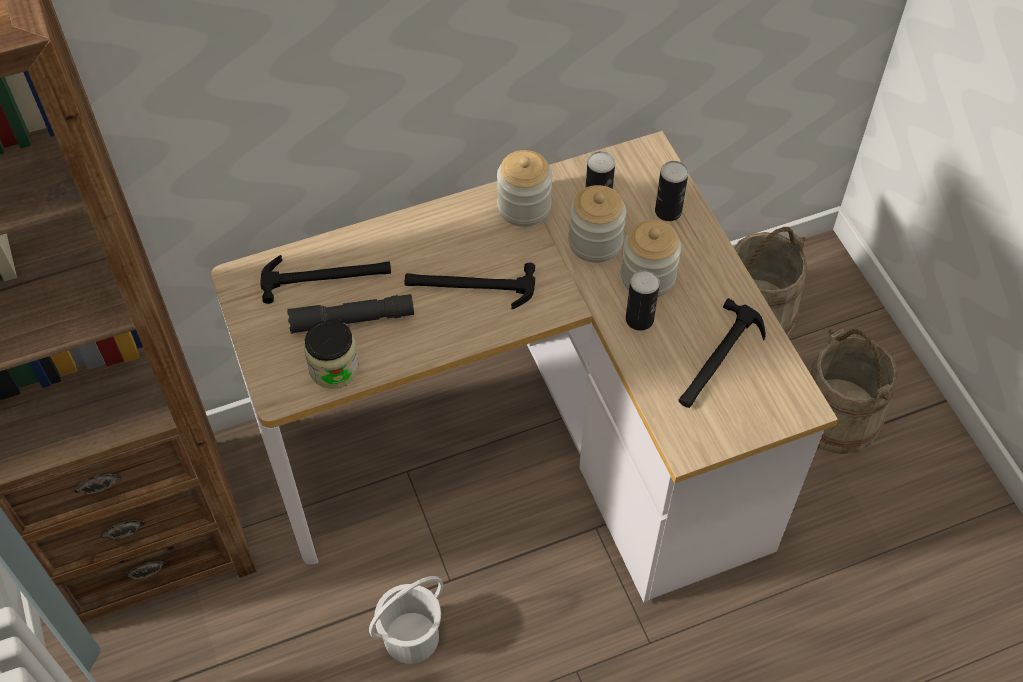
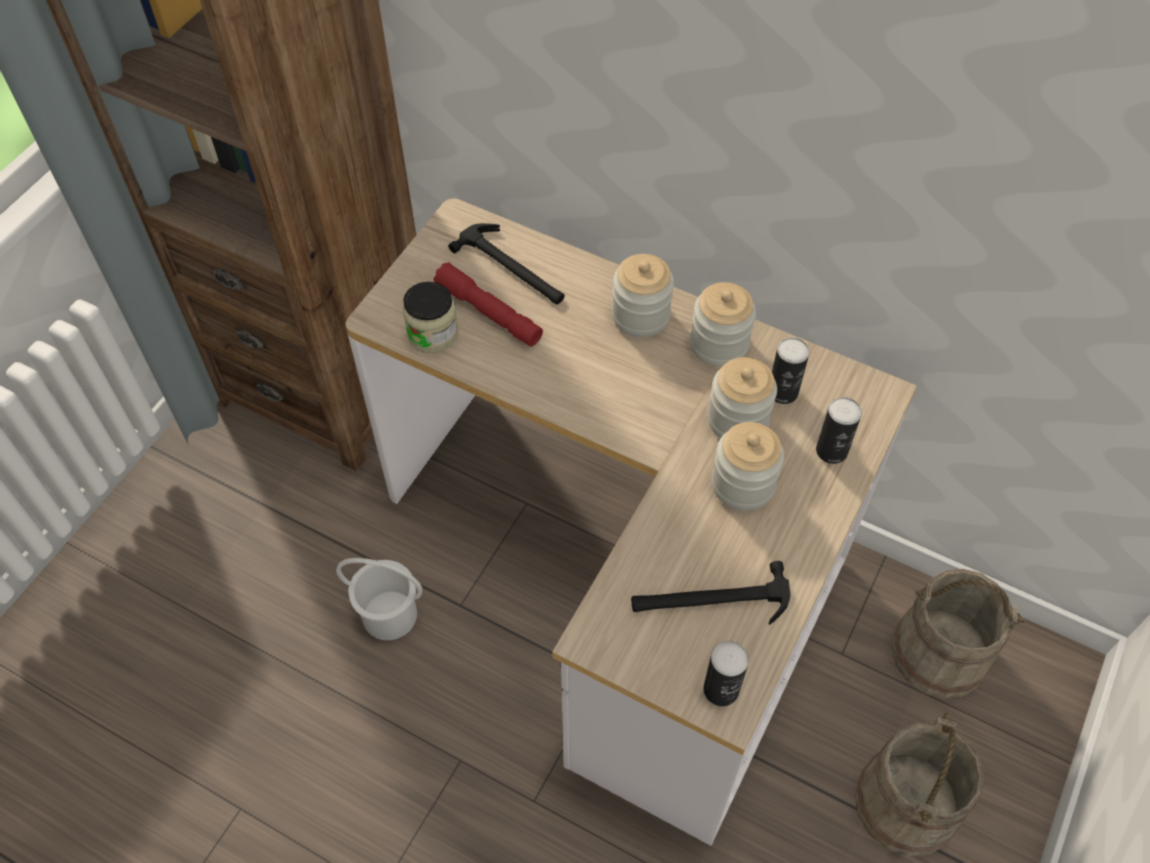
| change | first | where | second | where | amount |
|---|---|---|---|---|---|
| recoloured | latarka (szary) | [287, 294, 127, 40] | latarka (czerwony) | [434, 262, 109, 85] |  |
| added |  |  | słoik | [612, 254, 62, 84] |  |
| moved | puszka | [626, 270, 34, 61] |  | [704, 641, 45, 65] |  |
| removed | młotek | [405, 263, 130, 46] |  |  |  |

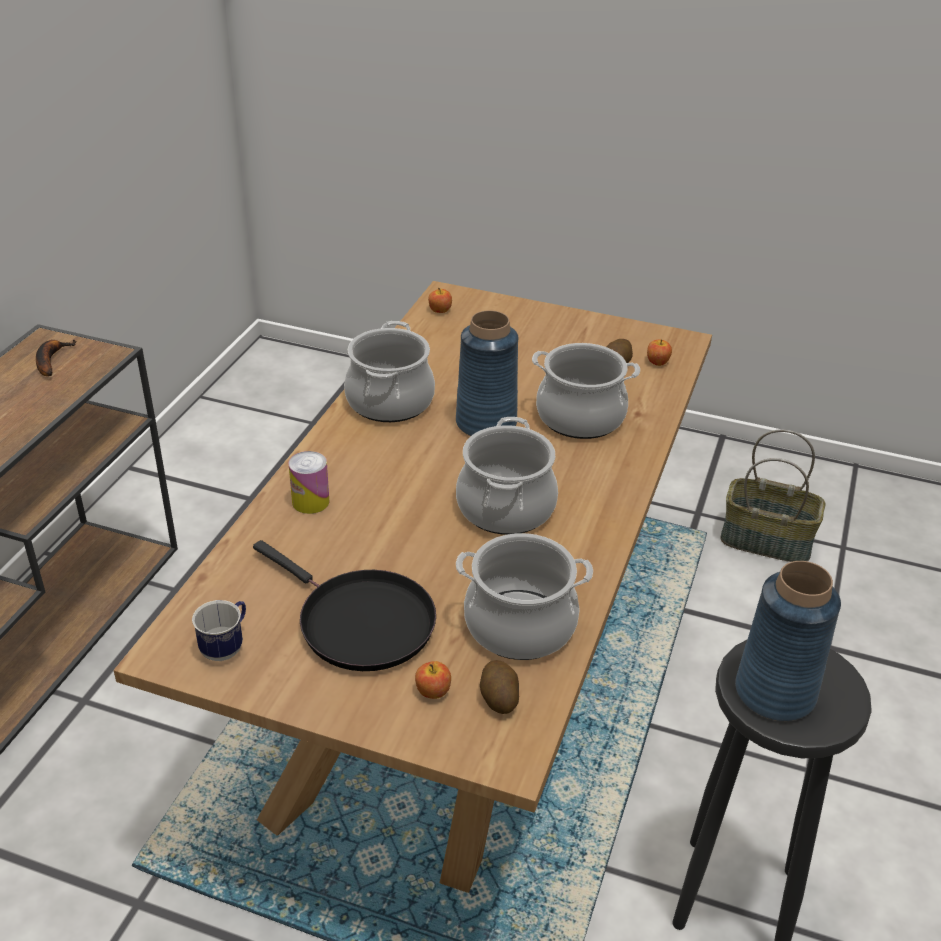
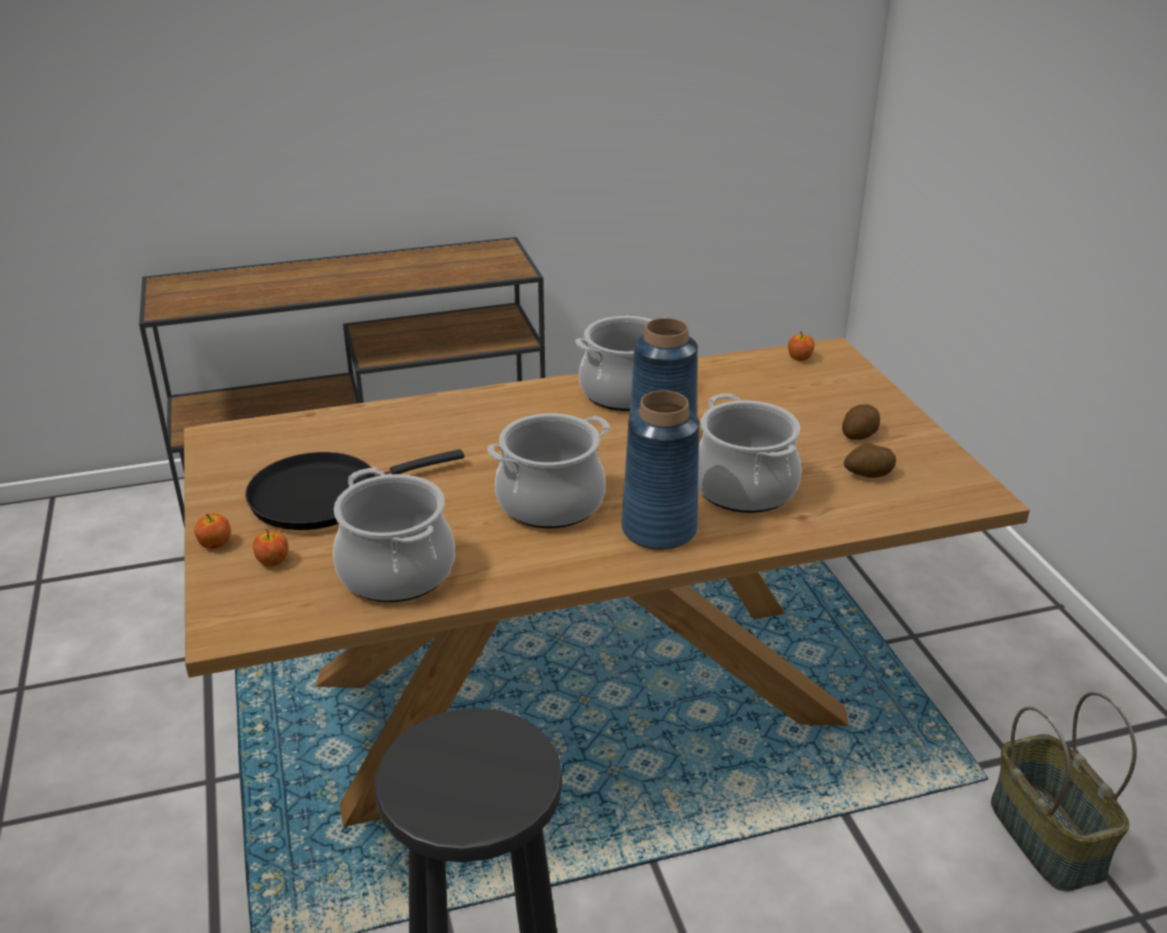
| change | first | where | second | where | amount |
|---|---|---|---|---|---|
| moved | jabłko | [647, 339, 25, 27] |  | [194, 513, 37, 36] |  |
| turned | patelnia (czarny) | [253, 540, 183, 131] |  | [245, 449, 219, 81] | 60 degrees clockwise |
| moved | wazon (niebieski) | [735, 561, 106, 160] |  | [621, 390, 79, 160] |  |
| moved | ziemniak | [480, 660, 39, 54] |  | [842, 404, 38, 36] |  |
| removed | banan | [36, 340, 40, 36] |  |  |  |
| removed | kubek | [192, 600, 54, 61] |  |  |  |
| removed | puszka | [288, 451, 41, 63] |  |  |  |

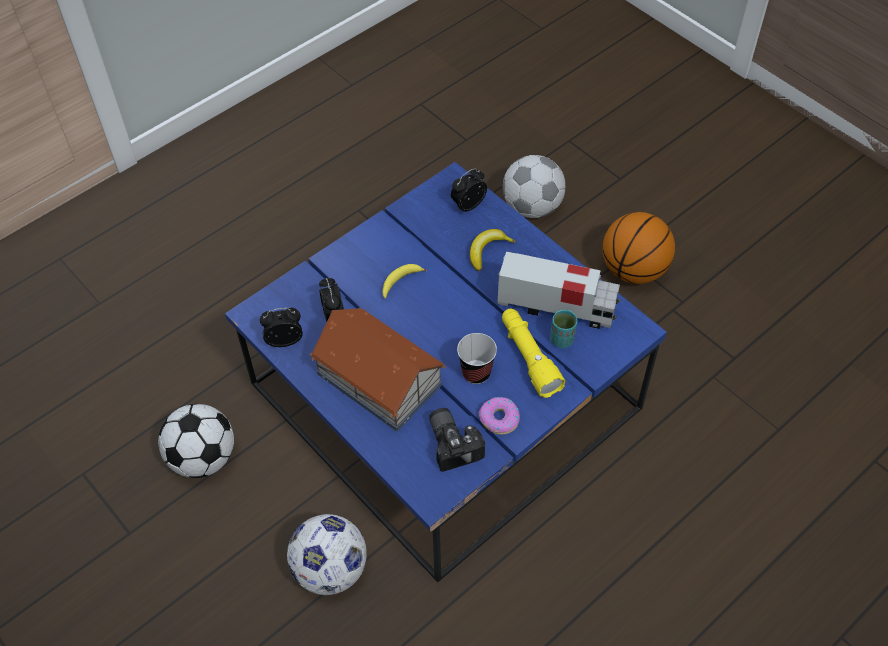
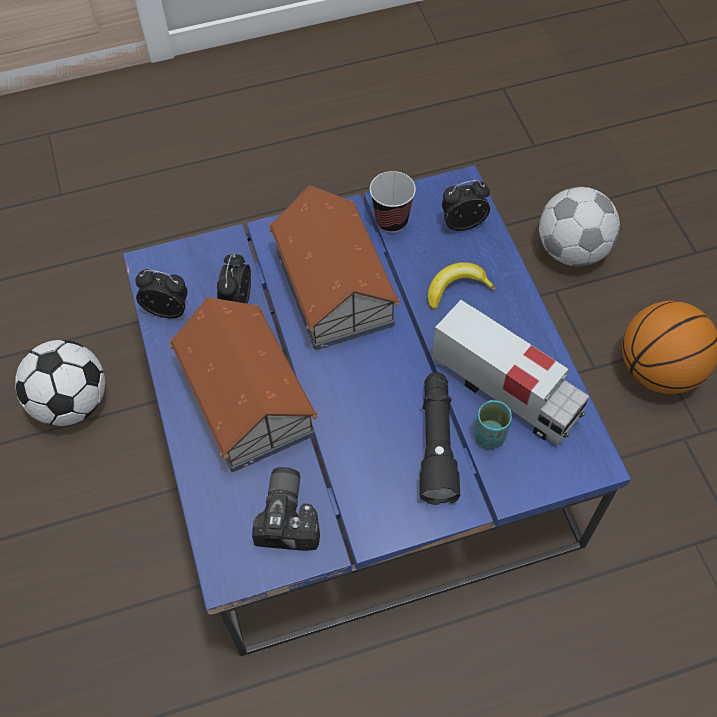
| change | first | where | second | where | amount |
|---|---|---|---|---|---|
| replaced | banan | [382, 264, 45, 34] | domek | [269, 185, 131, 165] |  |
| moved | filiżanka | [457, 333, 40, 51] |  | [370, 171, 46, 62] |  |
| recoloured | latarka (żółty) | [502, 309, 63, 89] | latarka (czarny) | [420, 372, 40, 133] |  |
| removed | piłka futbolowa | [287, 514, 80, 81] |  |  |  |
| removed | donut | [479, 397, 41, 38] |  |  |  |

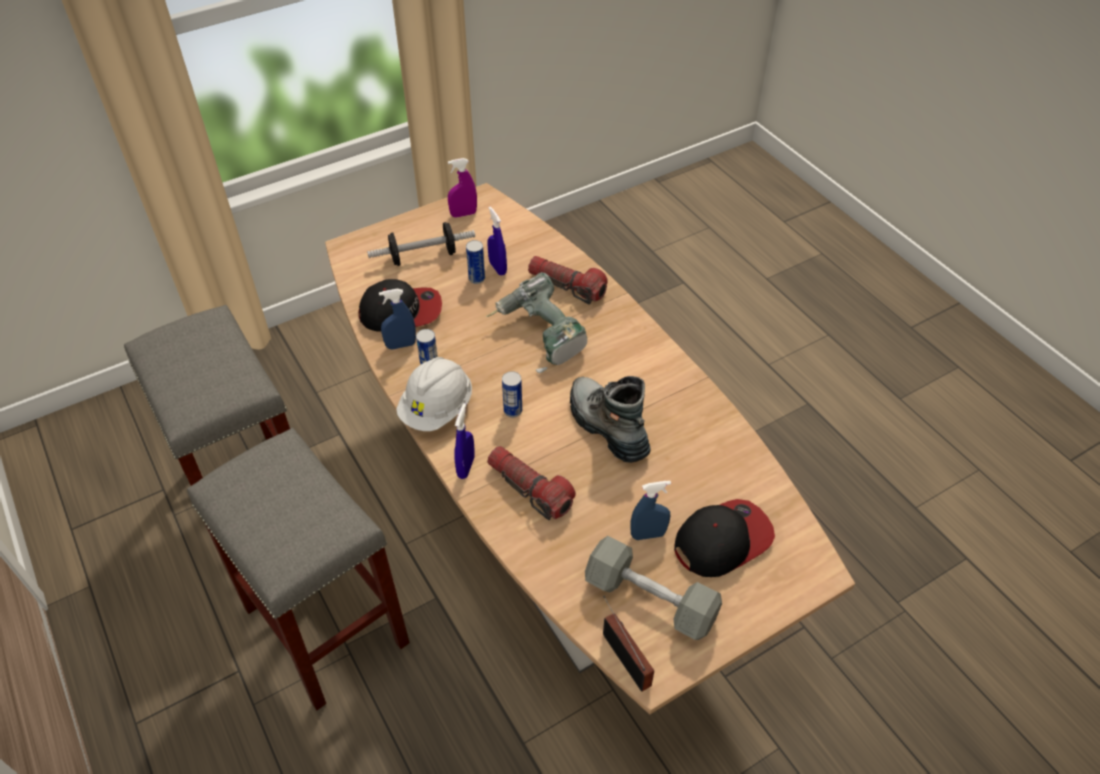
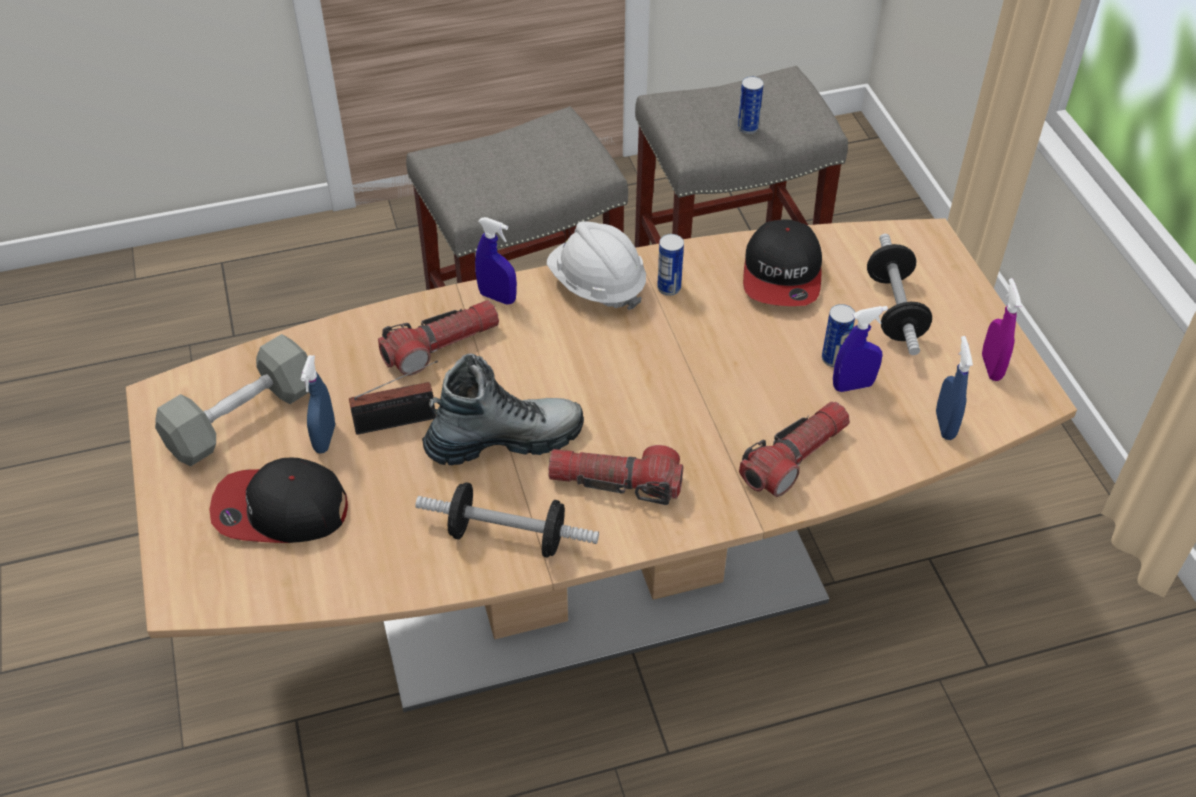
| change | first | where | second | where | amount |
|---|---|---|---|---|---|
| turned | czapka z daszkiem | [674, 499, 101, 78] |  | [209, 457, 139, 86] | 105 degrees clockwise |
| moved | radio | [603, 596, 51, 96] |  | [349, 361, 89, 74] |  |
| added |  |  | hantel | [415, 482, 184, 76] |  |
| added |  |  | latarka | [548, 445, 135, 60] |  |
| moved | puszka | [502, 371, 20, 46] |  | [738, 76, 26, 58] |  |
| moved | spryskiwacz (niebieski) | [379, 289, 37, 61] |  | [936, 336, 37, 104] |  |
| removed | wiertarka | [485, 272, 102, 101] |  |  |  |

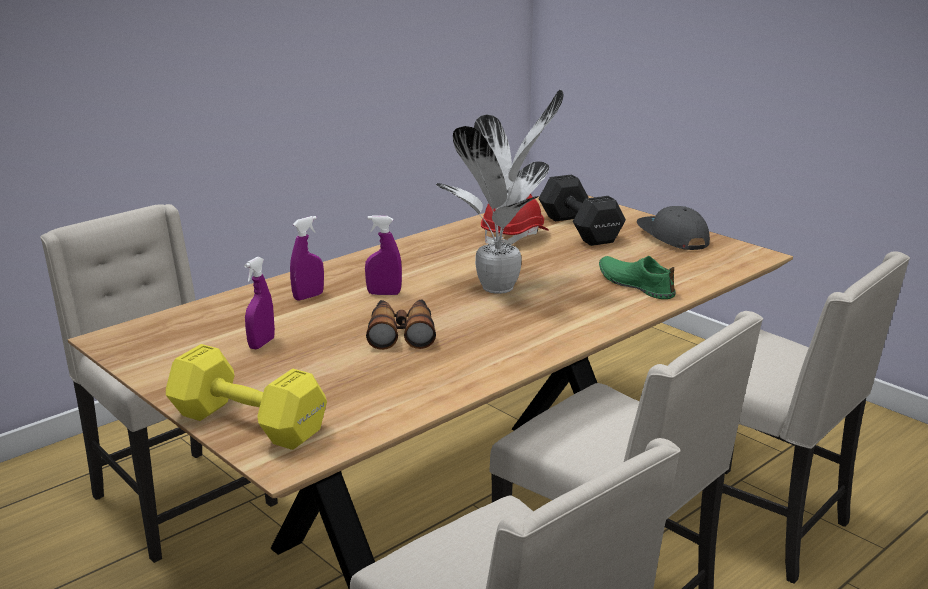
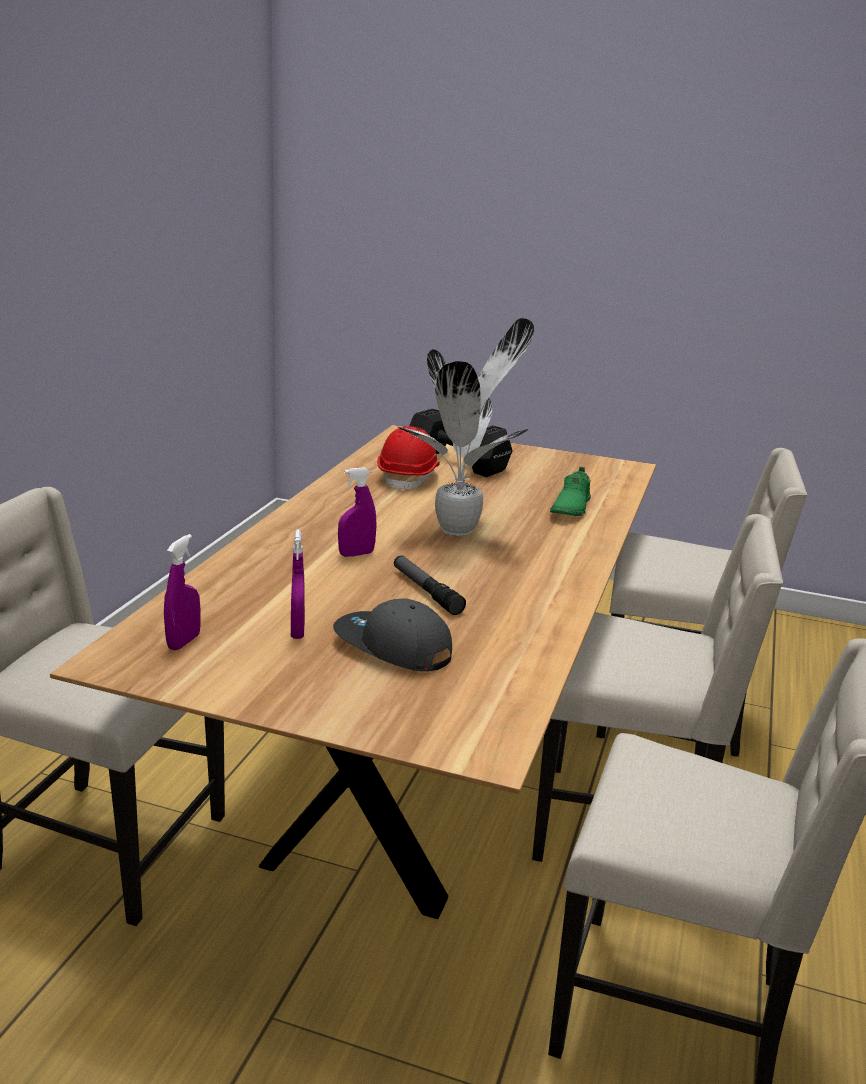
| change | first | where | second | where | amount |
|---|---|---|---|---|---|
| moved | spryskiwacz (fioletowy) | [290, 216, 34, 85] |  | [164, 534, 37, 116] |  |
| moved | czapka z daszkiem (szary) | [637, 206, 73, 44] |  | [333, 599, 119, 73] |  |
| replaced | lornetka | [366, 300, 70, 50] | latarka | [394, 555, 72, 60] |  |
| turned | but (zielony) | [599, 256, 77, 43] |  | [550, 467, 41, 49] | 90 degrees counterclockwise |
| removed | hantel (żółty) | [166, 344, 161, 106] |  |  |  |

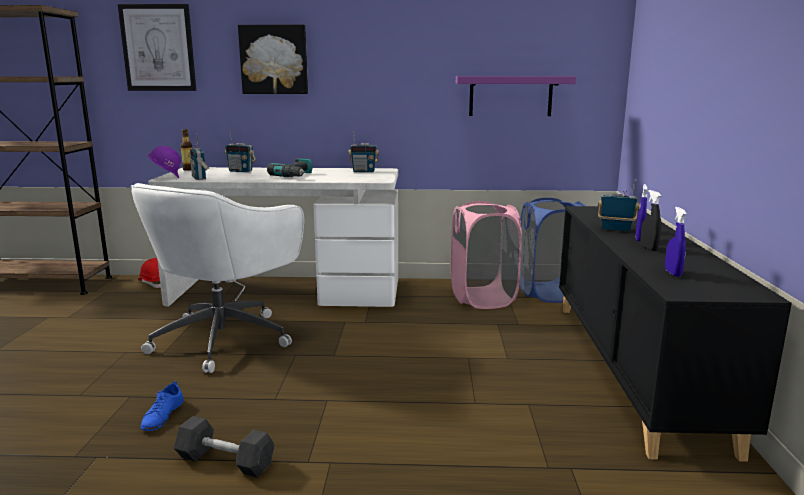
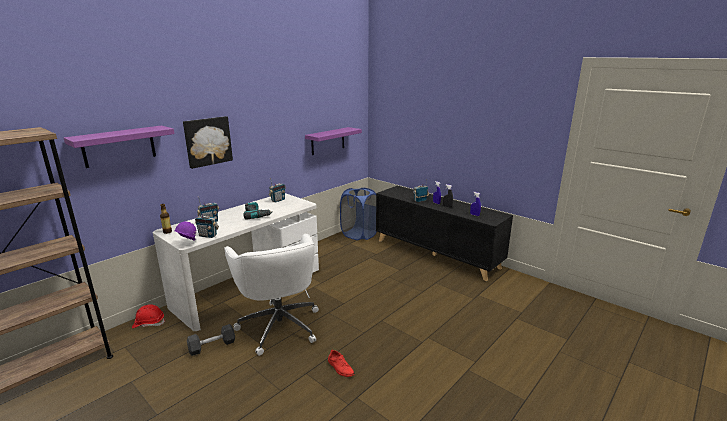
| change | first | where | second | where | amount |
|---|---|---|---|---|---|
| replaced | obraz | [118, 4, 78, 87] | półka (fioletowy) | [64, 126, 110, 42] |  |
| moved | hantel (szary) | [174, 416, 100, 62] |  | [187, 324, 48, 32] |  |
| recoloured | but (niebieski) | [141, 382, 43, 49] | but (czerwony) | [328, 349, 26, 28] |  |
| removed | kosz na pranie (różowy) | [451, 201, 71, 108] |  |  |  |

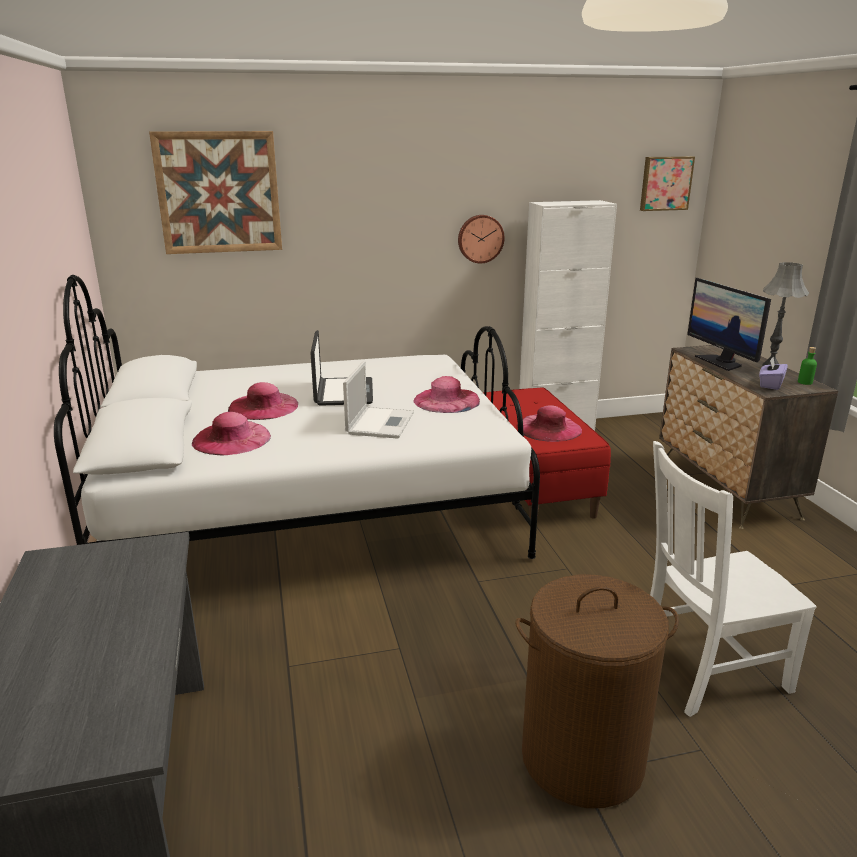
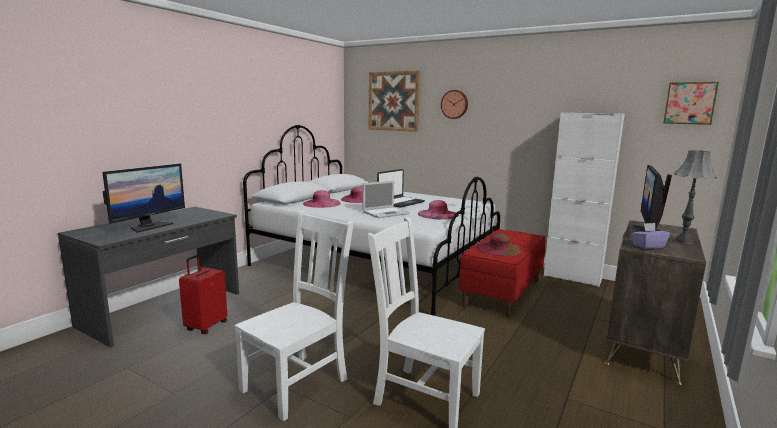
| change | first | where | second | where | amount |
|---|---|---|---|---|---|
| added |  |  | monitor | [103, 164, 82, 69] |  |
| added |  |  | walizka (czerwony) | [179, 255, 48, 79] |  |
| replaced | kosz na pranie (brązowy) | [515, 575, 164, 233] | krzesło (biały) | [234, 210, 120, 211] |  |
| moved | zegar ścienny | [458, 215, 46, 48] |  | [441, 90, 27, 29] |  |
| recoloured | kapelusz (różowy) | [523, 405, 59, 37] | kapelusz (brązowy) | [477, 233, 44, 23] |  |
| removed | butelka (zielony) | [798, 347, 19, 38] |  |  |  |

